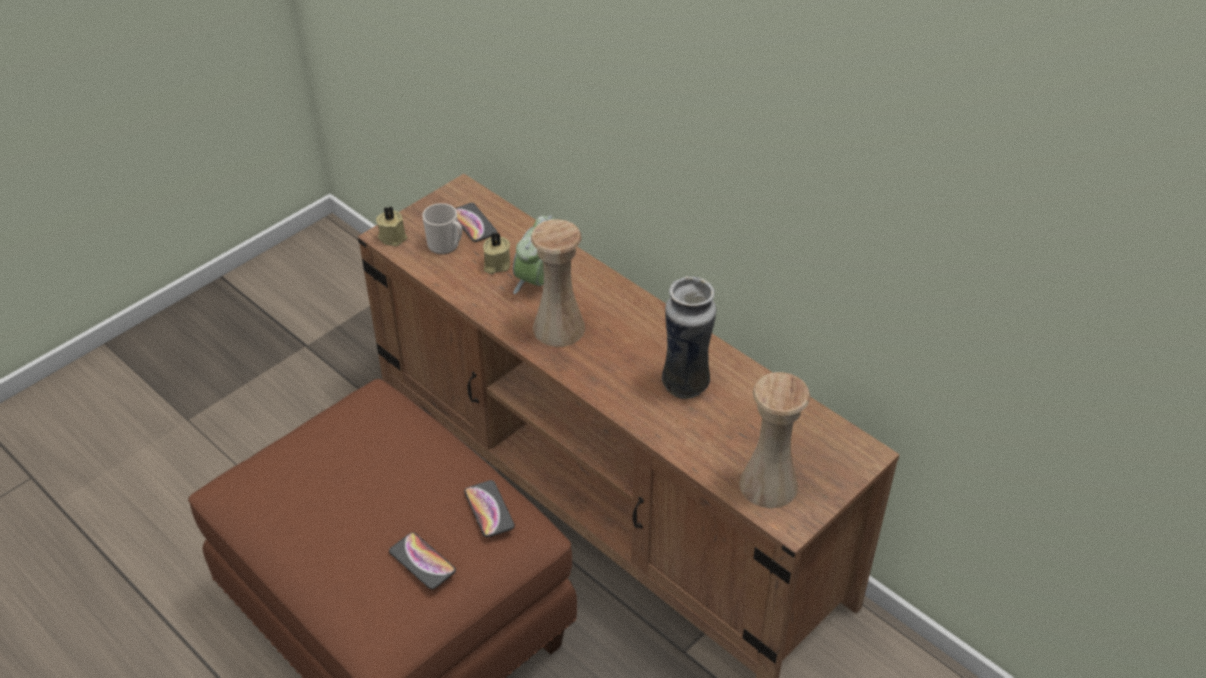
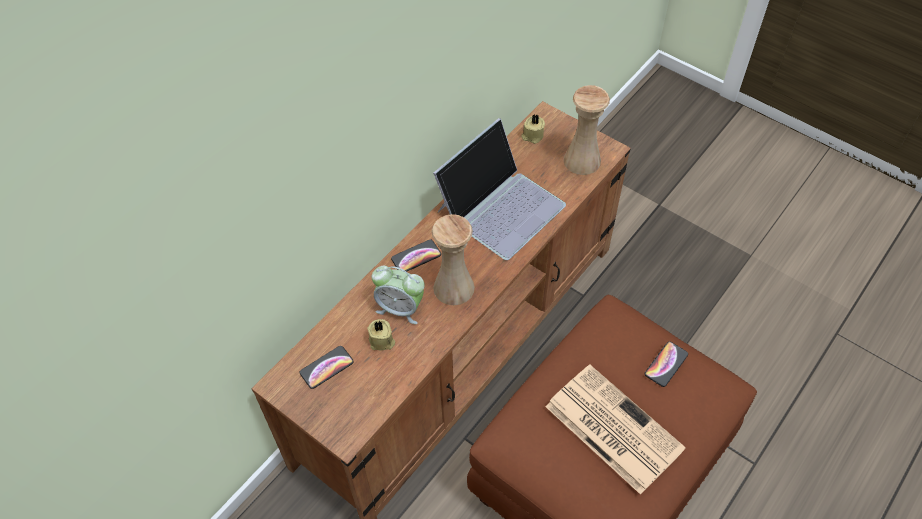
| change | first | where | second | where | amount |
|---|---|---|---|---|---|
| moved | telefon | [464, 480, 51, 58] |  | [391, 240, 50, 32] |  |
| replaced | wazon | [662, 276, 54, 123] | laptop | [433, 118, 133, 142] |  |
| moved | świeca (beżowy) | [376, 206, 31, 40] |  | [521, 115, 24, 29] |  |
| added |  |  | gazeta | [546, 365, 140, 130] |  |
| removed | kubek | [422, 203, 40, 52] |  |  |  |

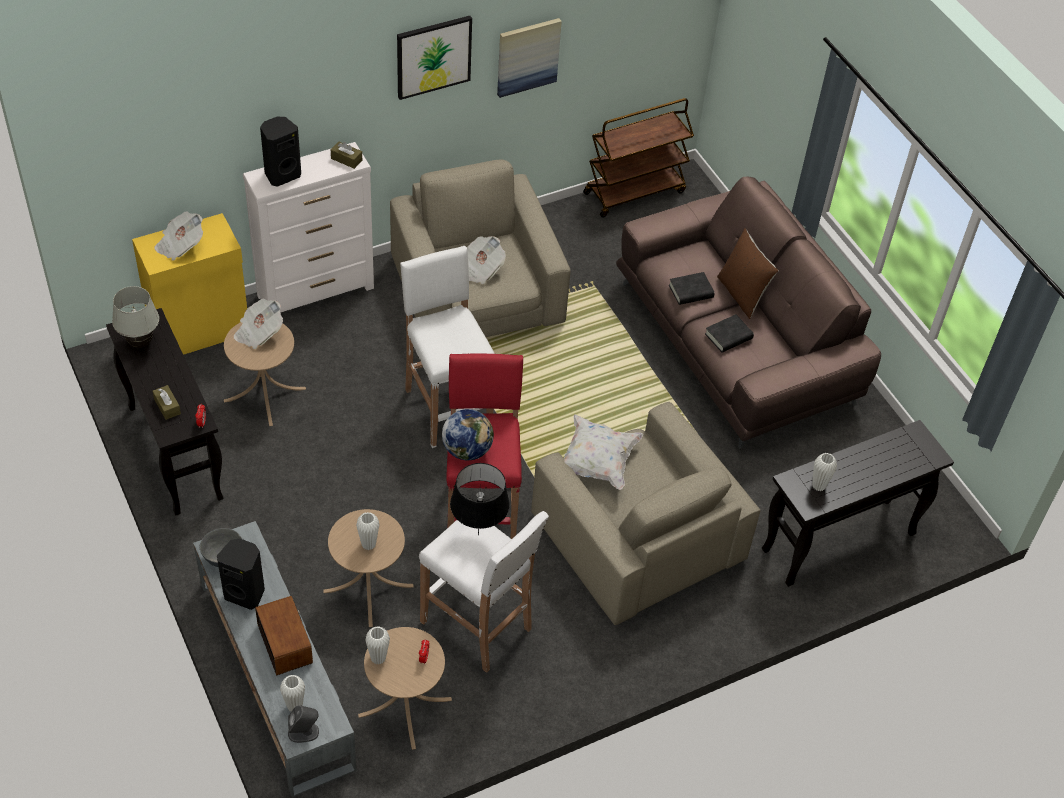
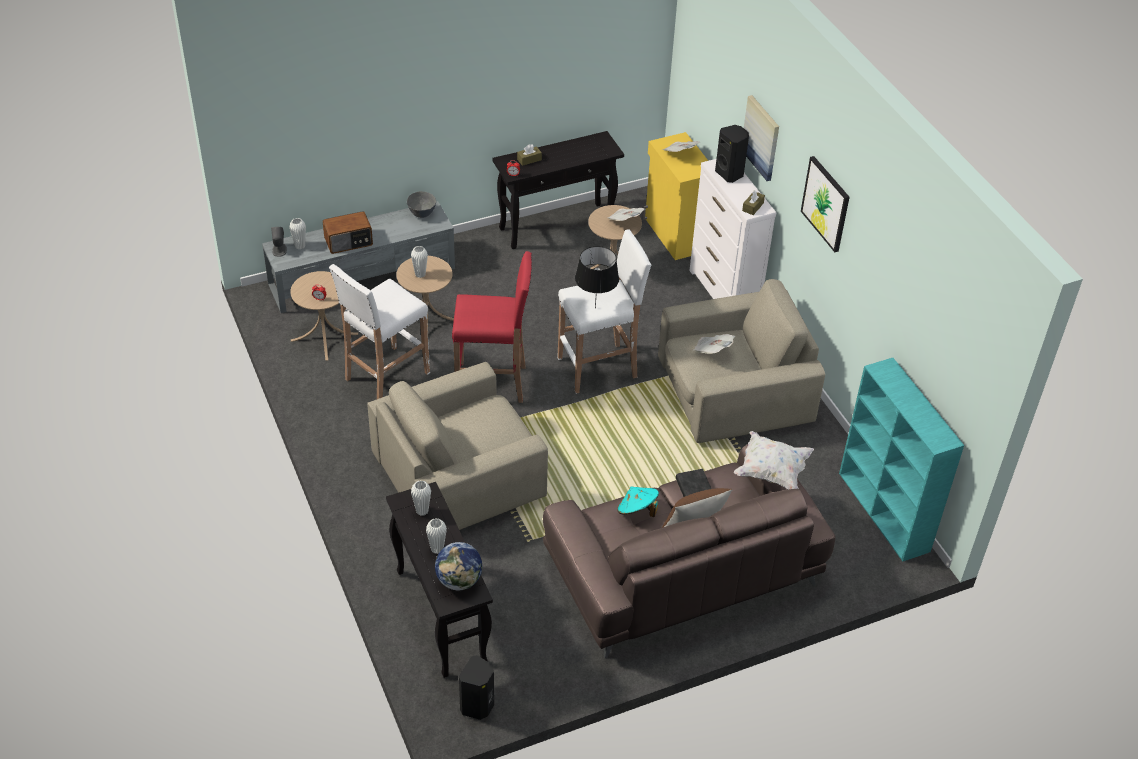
| change | first | where | second | where | amount |
|---|---|---|---|---|---|
| moved | wazon (biały) | [365, 626, 25, 39] |  | [426, 518, 21, 36] |  |
| moved | globus | [442, 409, 52, 51] |  | [435, 542, 47, 48] |  |
| moved | głośnik (czarny) | [217, 539, 48, 71] |  | [459, 655, 35, 65] |  |
| moved | lampa stołowa (czarny) | [450, 463, 60, 72] |  | [575, 246, 44, 62] |  |
| replaced | książka (czarny) | [705, 314, 49, 39] | kapelusz (turkusowy) | [617, 486, 42, 31] |  |
| moved | poduszka (biały) | [564, 414, 80, 76] |  | [734, 431, 80, 58] |  |
| moved | obraz | [497, 18, 65, 80] |  | [744, 95, 35, 86] |  |
| replaced | wózek (brązowy) | [583, 98, 111, 120] | regał (turkusowy) | [839, 358, 125, 203] |  |
| removed | lampa stołowa (biały) | [112, 286, 47, 62] |  |  |  |

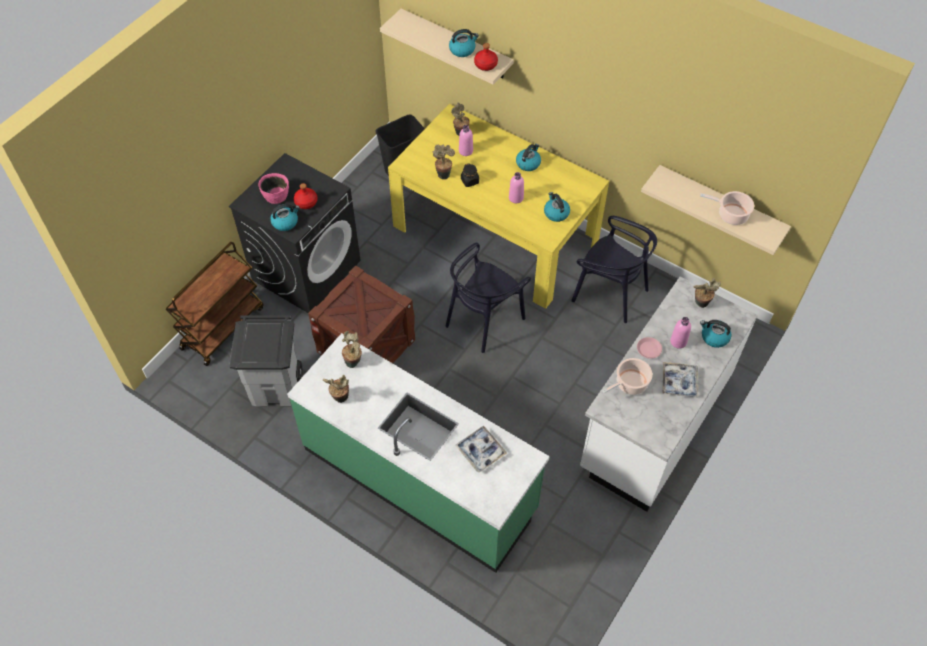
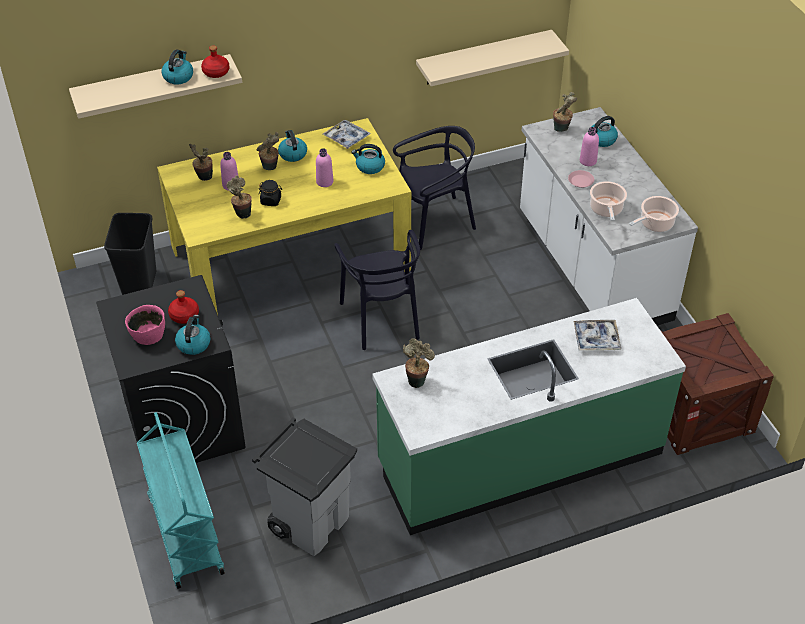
| change | first | where | second | where | amount |
|---|---|---|---|---|---|
| recoloured | wózek (brązowy) | [166, 242, 98, 124] | wózek (turkusowy) | [137, 412, 88, 177] |  |
| moved | roślina doniczkowa | [323, 375, 26, 28] |  | [257, 132, 22, 38] |  |
| moved | taca | [663, 362, 35, 36] |  | [323, 120, 48, 29] |  |
| moved | garnek | [700, 191, 54, 34] |  | [629, 196, 50, 36] |  |
| moved | skrzynka | [308, 265, 107, 98] |  | [661, 313, 113, 142] |  |

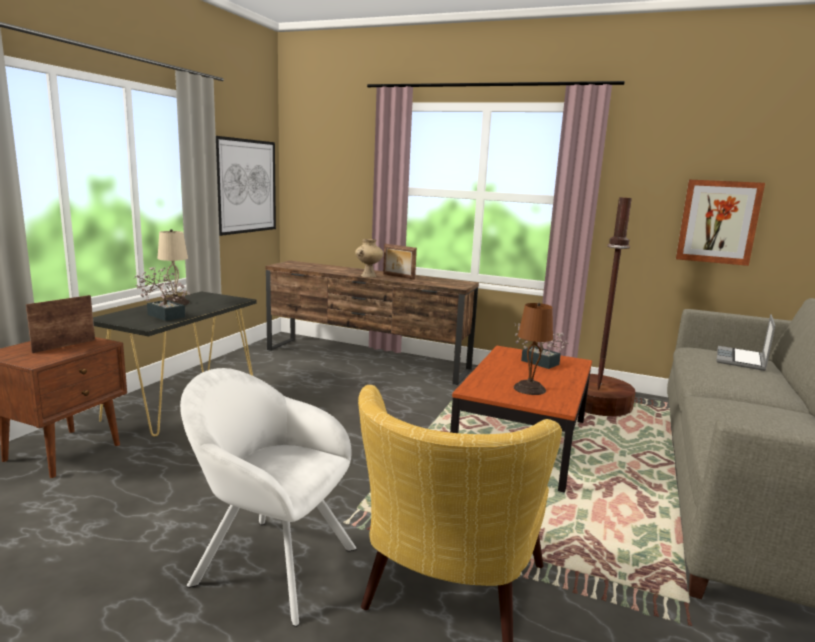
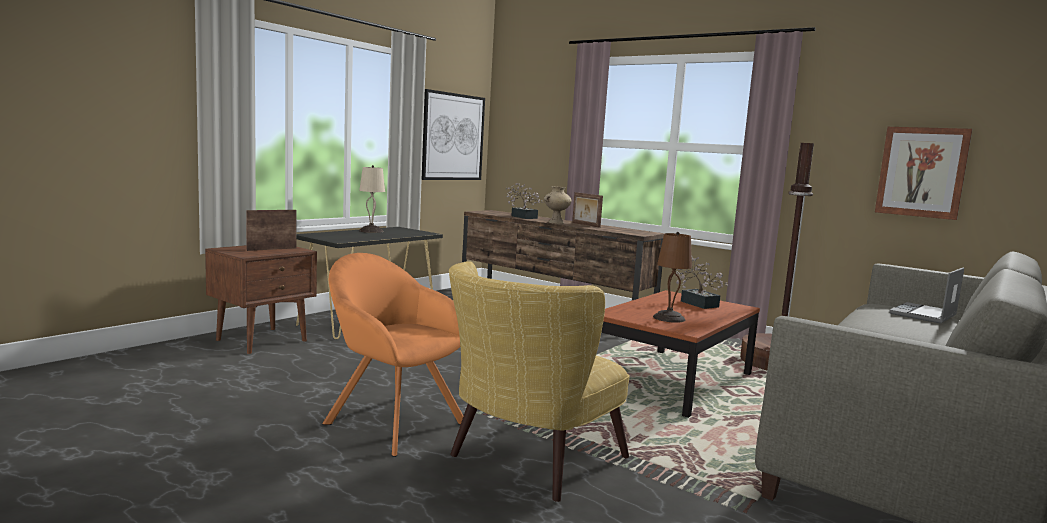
| change | first | where | second | where | amount |
|---|---|---|---|---|---|
| recoloured | fotel (biały) | [180, 368, 177, 259] | fotel (pomarańczowy) | [322, 253, 141, 204] |  |
| moved | roślina doniczkowa | [133, 267, 58, 54] |  | [505, 183, 38, 36] |  |

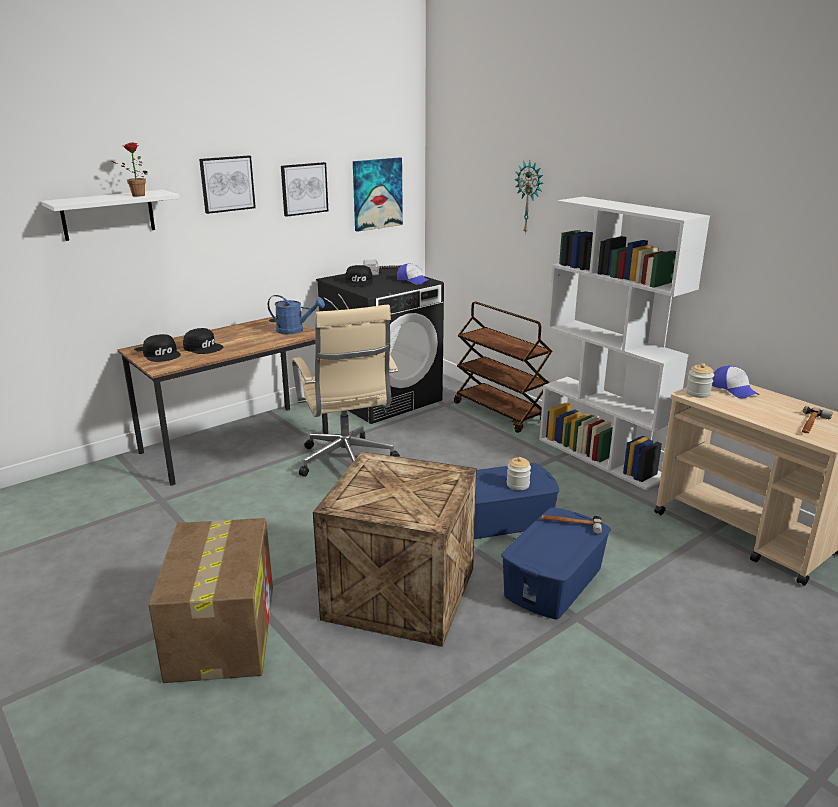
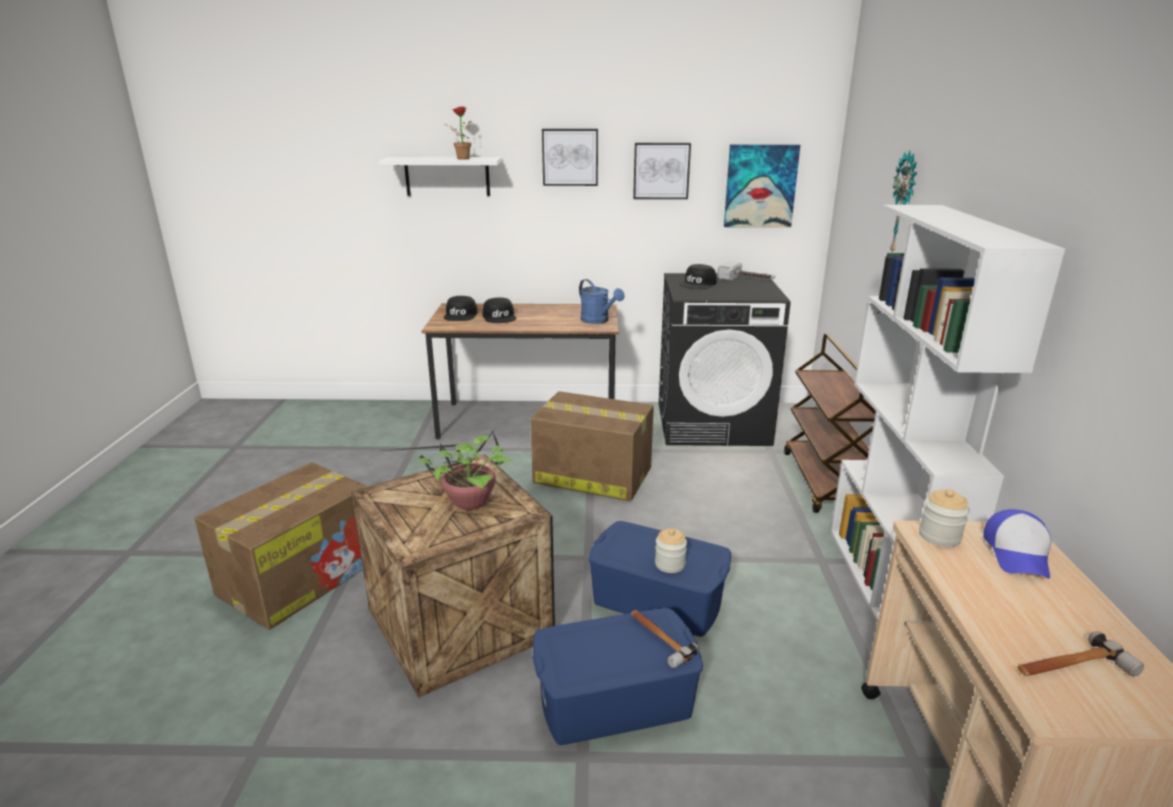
| change | first | where | second | where | amount |
|---|---|---|---|---|---|
| added |  |  | roślina doniczkowa | [371, 429, 141, 81] |  |
| replaced | krzesło biurowe (beżowy) | [292, 305, 108, 172] | karton | [530, 391, 124, 111] |  |
| removed | czapka z daszkiem | [397, 263, 33, 22] |  |  |  |

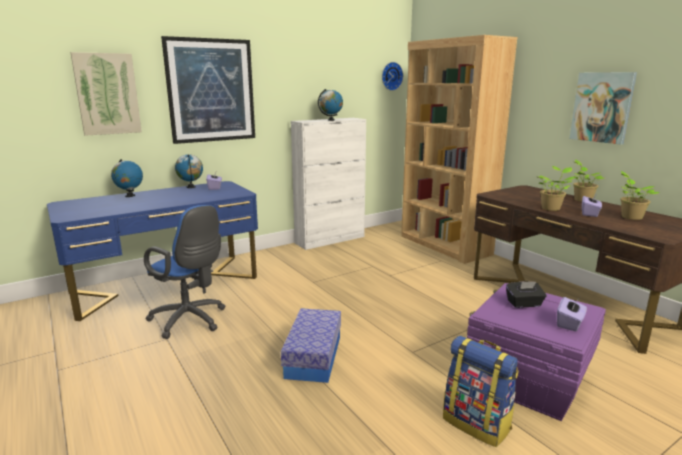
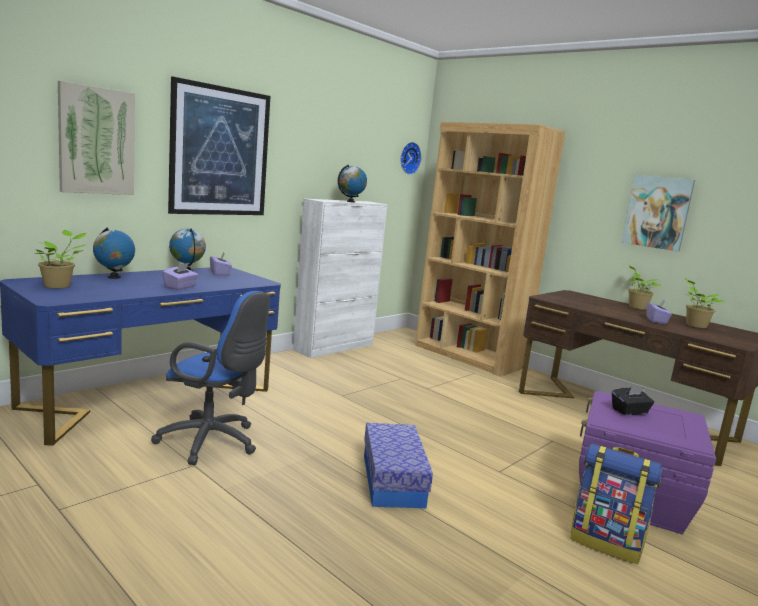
| change | first | where | second | where | amount |
|---|---|---|---|---|---|
| moved | roślina doniczkowa | [538, 166, 38, 45] |  | [35, 230, 51, 58] |  |
| moved | pudełko chusteczek (fioletowy) | [557, 297, 30, 34] |  | [162, 263, 36, 27] |  |

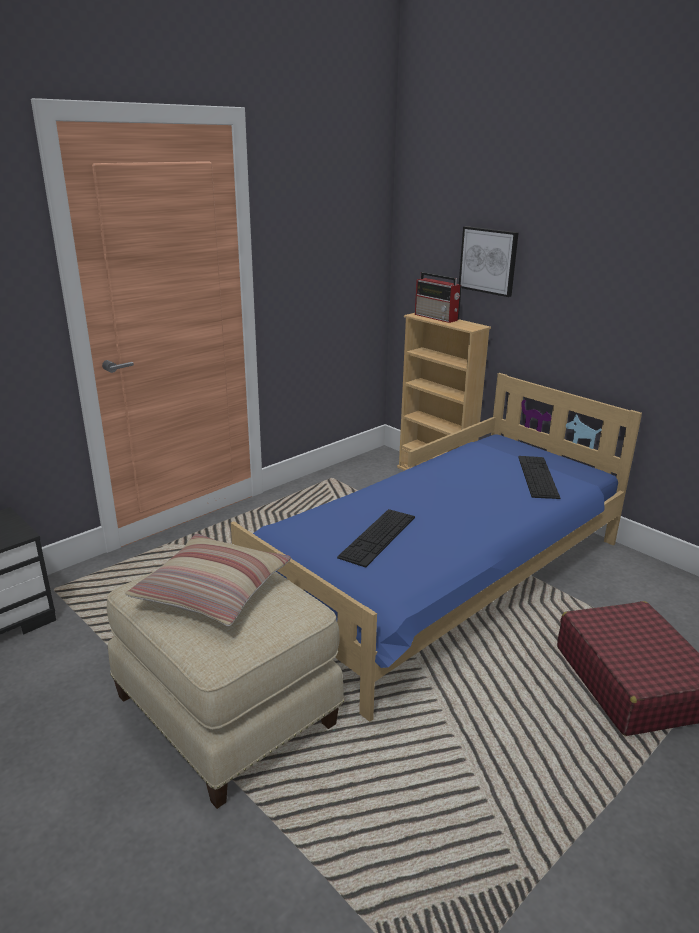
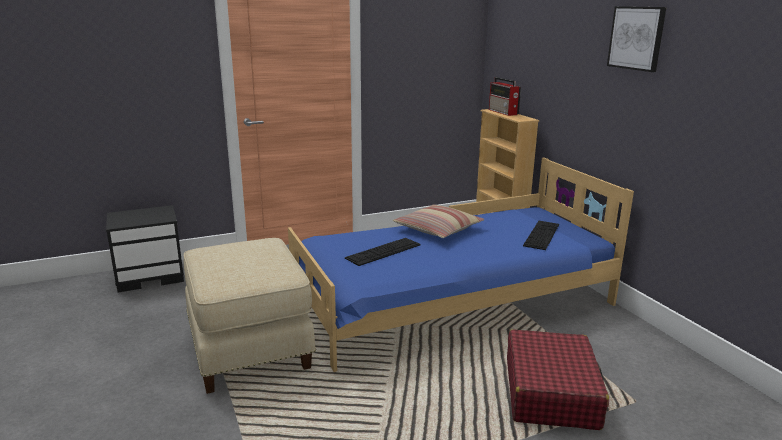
| change | first | where | second | where | amount |
|---|---|---|---|---|---|
| moved | poduszka | [125, 534, 166, 92] |  | [393, 204, 91, 34] |  |
| moved | obraz | [459, 226, 60, 71] |  | [607, 6, 59, 66] |  |

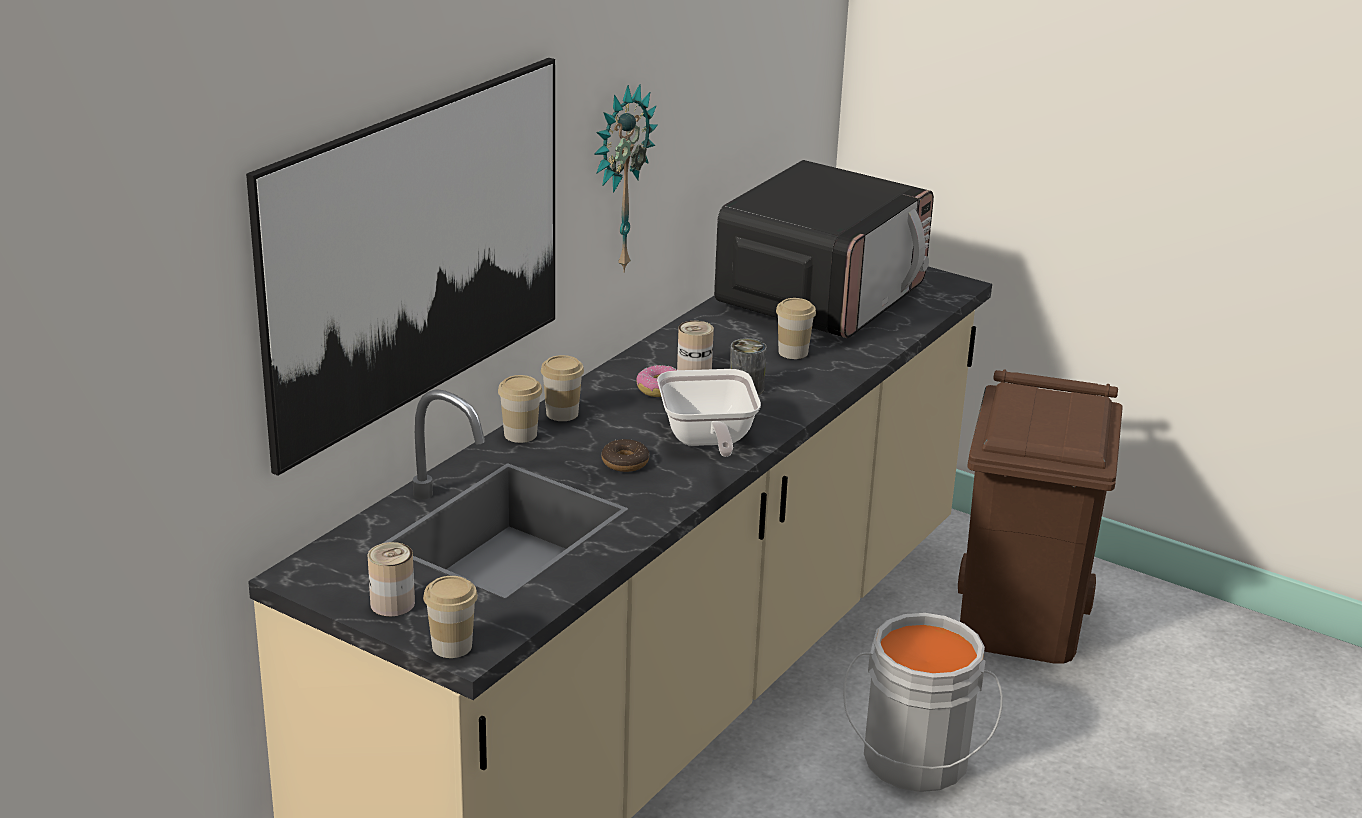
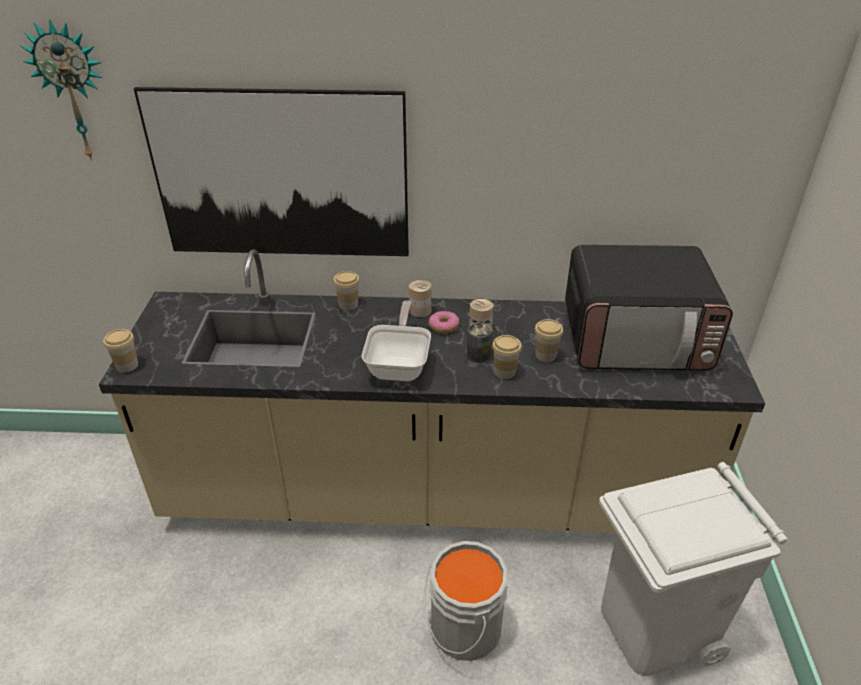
| change | first | where | second | where | amount |
|---|---|---|---|---|---|
| moved | zegar ścienny | [594, 84, 64, 189] |  | [21, 19, 81, 142] |  |
| turned | patelnia | [657, 369, 104, 88] |  | [362, 300, 69, 81] | 135 degrees clockwise |
| moved | puszka | [368, 542, 47, 74] |  | [409, 280, 23, 37] |  |
| moved | filiżanka | [541, 355, 43, 66] |  | [492, 335, 30, 44] |  |
| recoloured | kosz na śmieci (brązowy) | [958, 369, 165, 295] | kosz na śmieci (biały) | [599, 462, 188, 214] |  |
| removed | donut | [602, 439, 47, 33] |  |  |  |

